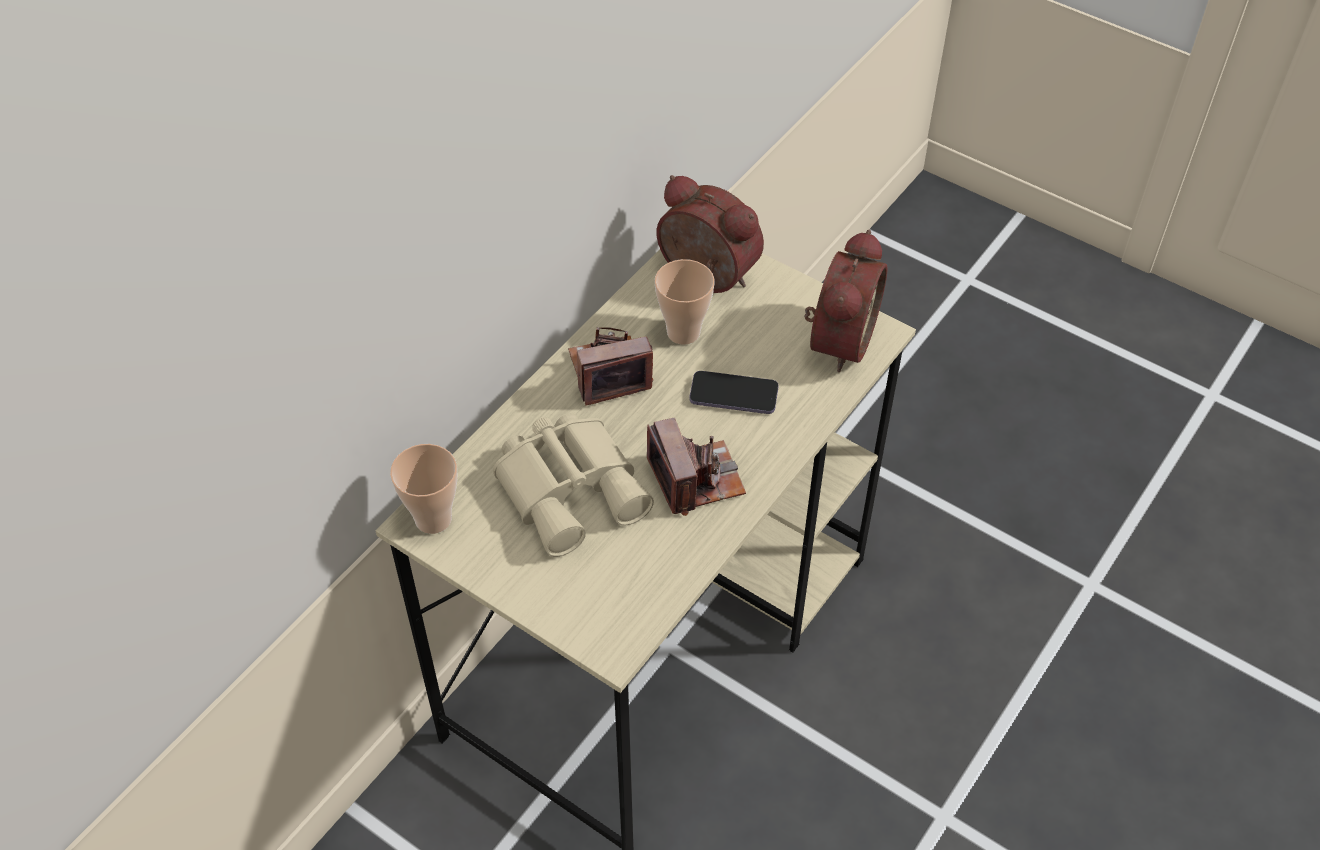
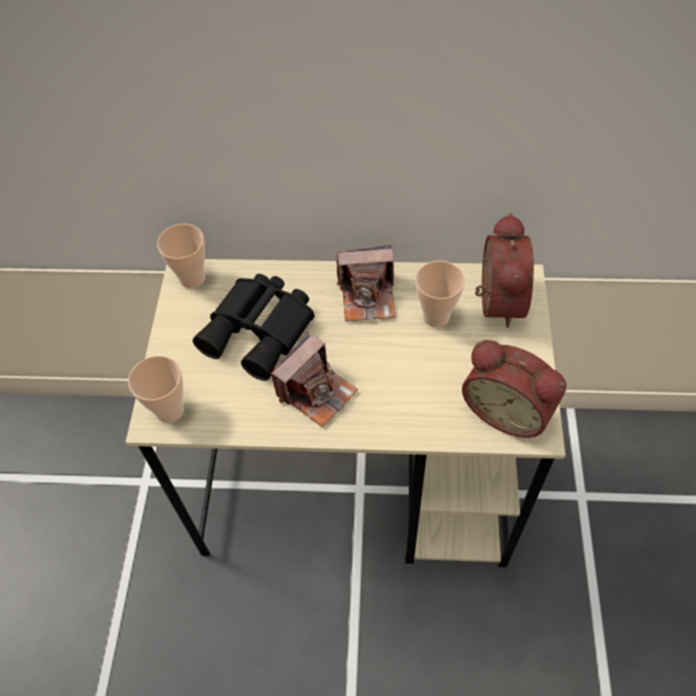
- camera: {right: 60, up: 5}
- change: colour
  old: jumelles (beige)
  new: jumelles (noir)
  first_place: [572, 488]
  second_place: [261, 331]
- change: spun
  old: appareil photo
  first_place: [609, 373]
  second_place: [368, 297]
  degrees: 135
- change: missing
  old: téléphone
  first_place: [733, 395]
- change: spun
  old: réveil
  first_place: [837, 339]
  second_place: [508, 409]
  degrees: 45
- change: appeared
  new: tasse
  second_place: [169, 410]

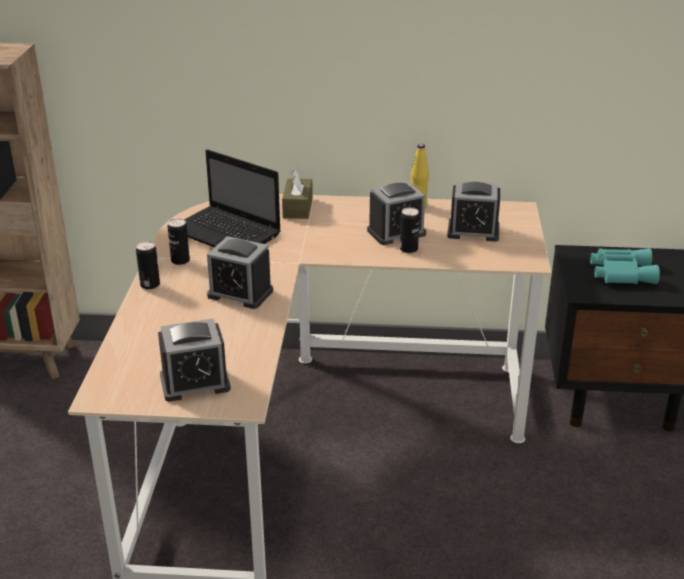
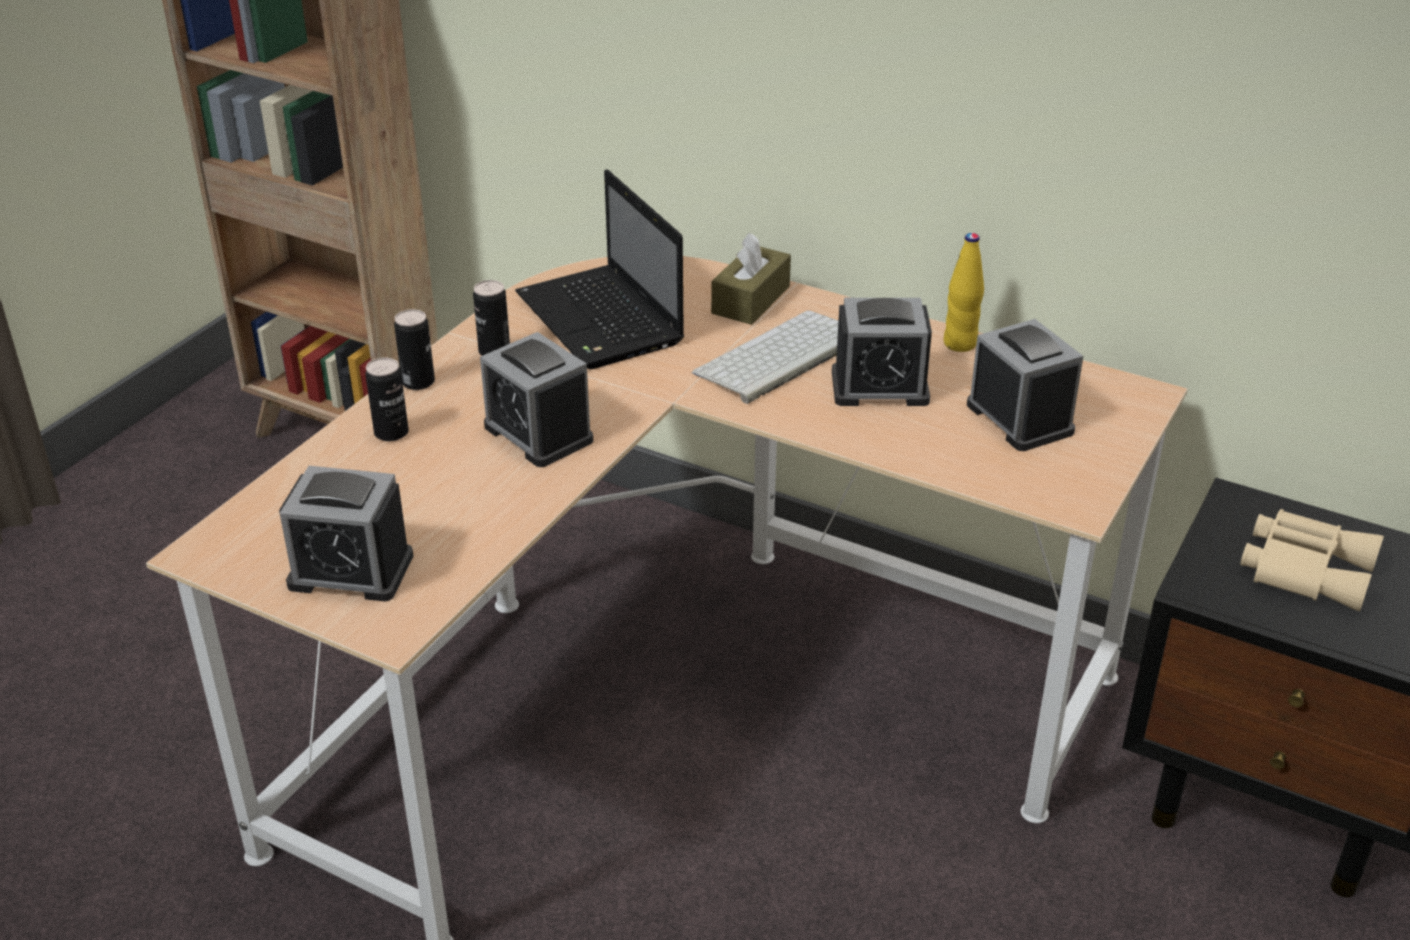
- camera: {right: 25, up: 5}
- change: relocated
  old: boîte métallique
  first_place: [408, 249]
  second_place: [391, 433]
- change: spun
  old: réveil
  first_place: [473, 231]
  second_place: [1019, 418]
  degrees: -150
- change: colour
  old: jumelles (turquoise)
  new: jumelles (beige)
  first_place: [620, 272]
  second_place: [1305, 567]
- change: appeared
  new: clavier
  second_place: [780, 358]

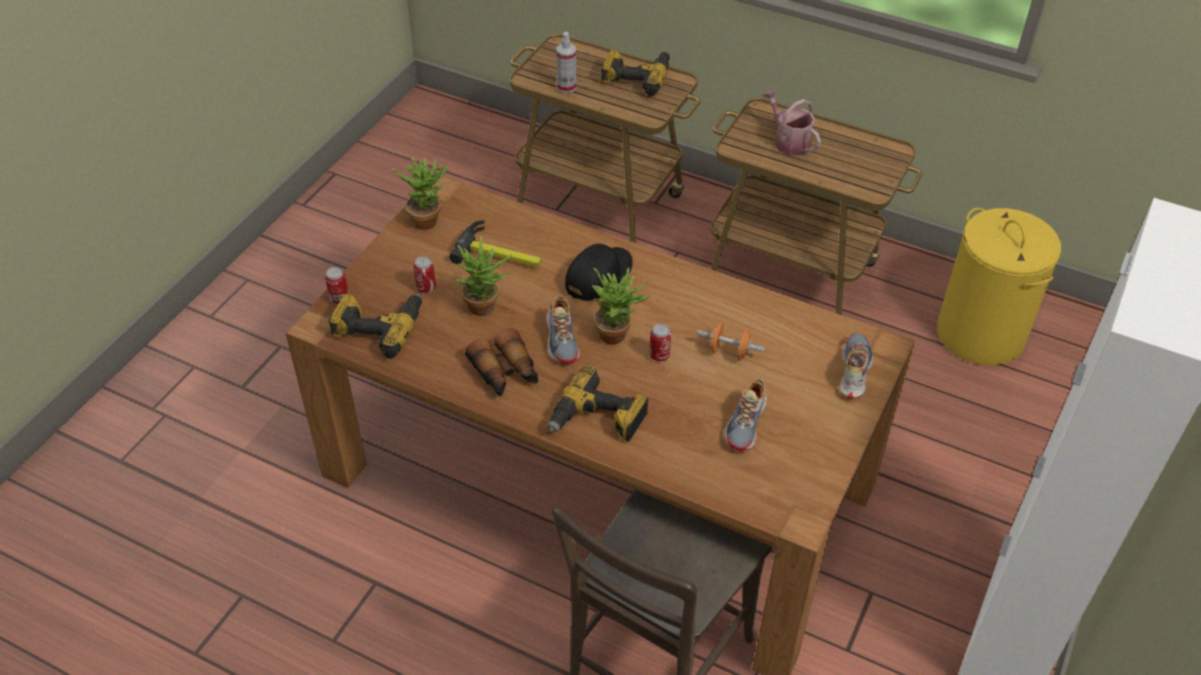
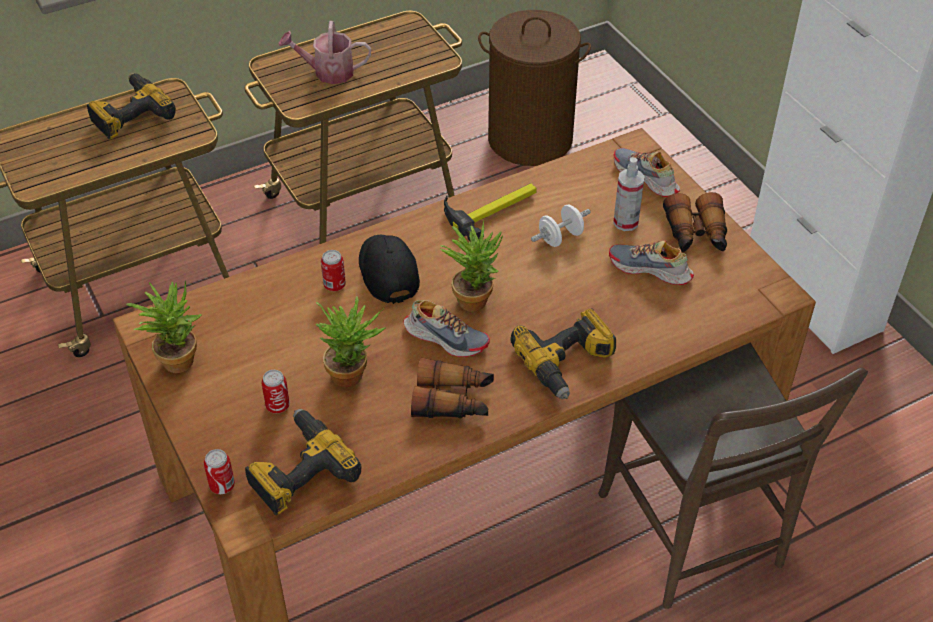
- camera: {right: -55, up: 0}
- change: relocated
  old: marteau
  first_place: [501, 254]
  second_place: [492, 210]
- change: relocated
  old: vaporisateur
  first_place: [566, 87]
  second_place: [625, 222]
- change: relocated
  old: boîte métallique
  first_place: [659, 355]
  second_place: [334, 285]
- change: colour
  old: haltère (orange)
  new: haltère (blanc)
  first_place: [729, 352]
  second_place: [560, 237]
- change: spun
  old: chaussure
  first_place: [746, 423]
  second_place: [650, 270]
  degrees: 150
- change: colour
  old: panier à linge (jaune)
  new: panier à linge (marron)
  first_place: [980, 333]
  second_place: [529, 139]
- change: appeared
  new: jumelles
  second_place: [696, 235]

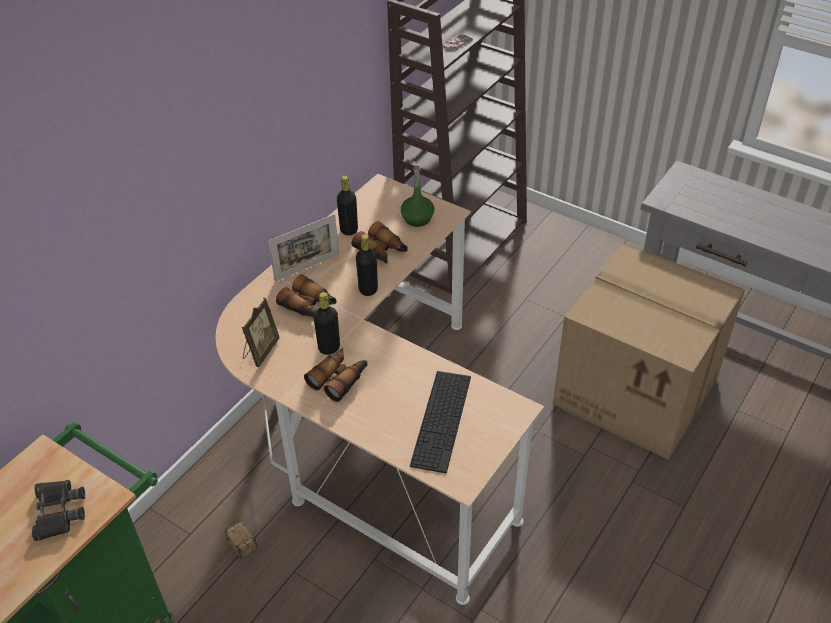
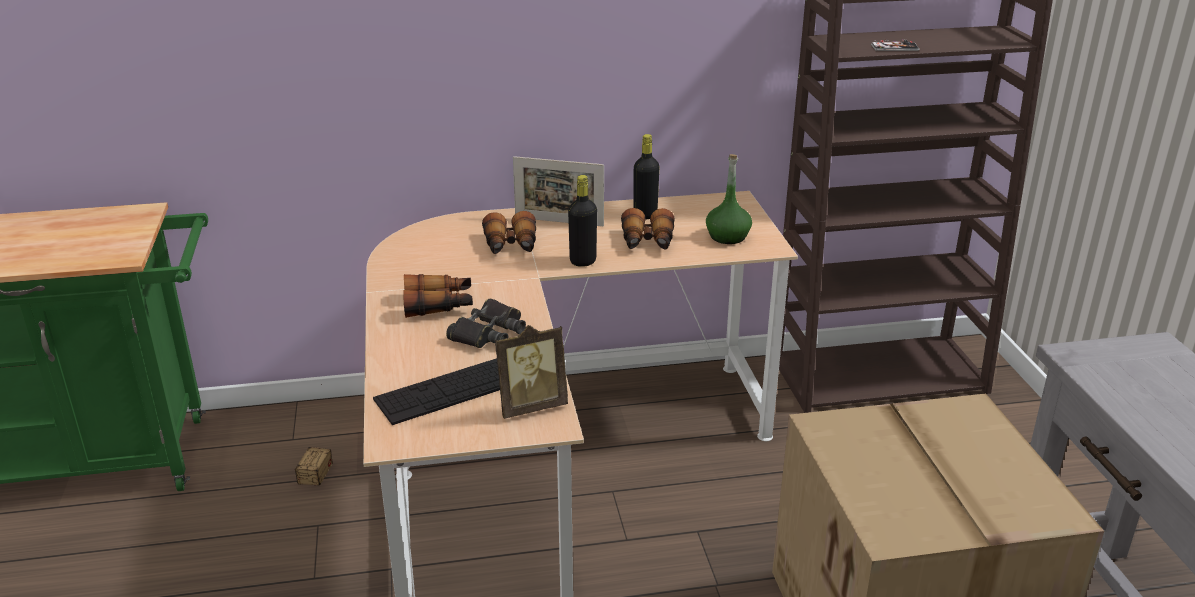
- camera: {right: 45, up: -15}
- change: relocated
  old: jumelles (noir)
  first_place: [58, 512]
  second_place: [489, 332]
- change: relocated
  old: cadre photo
  first_place: [260, 351]
  second_place: [531, 406]
- change: missing
  old: bouteille (noir)
  first_place: [329, 348]

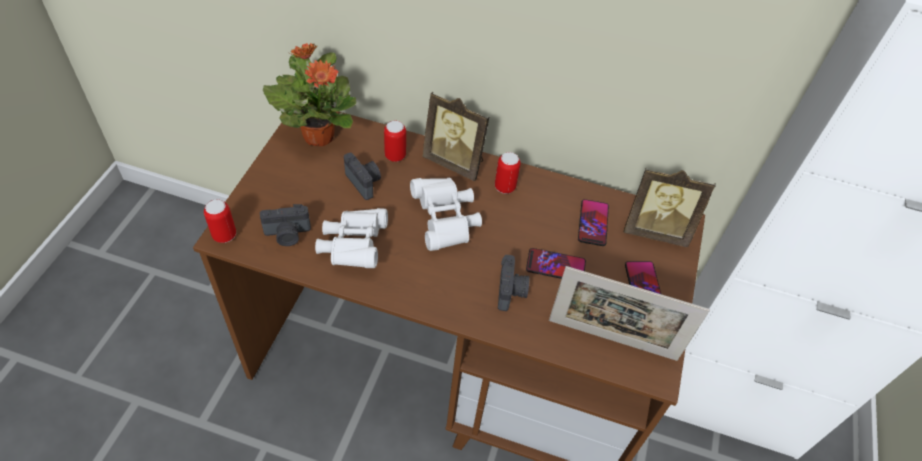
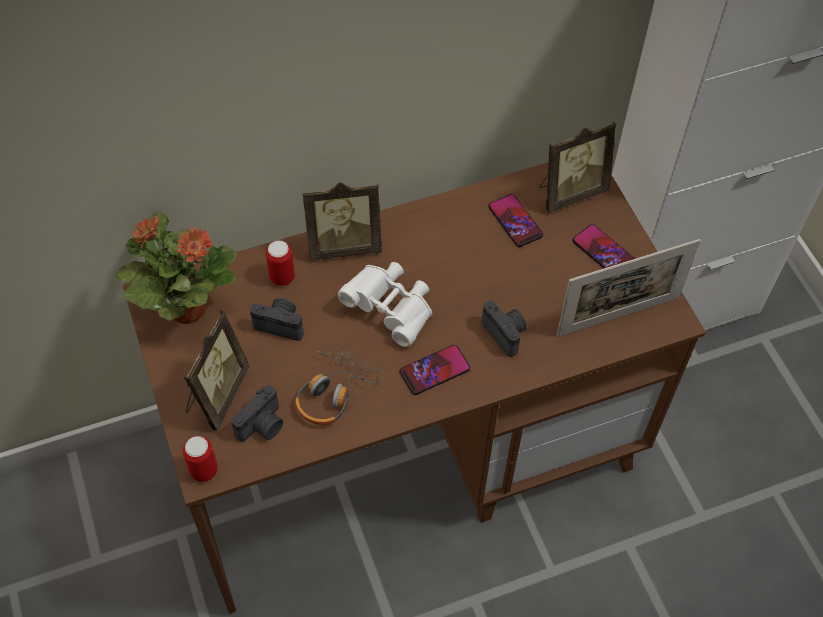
- camera: {right: -35, up: 5}
- change: exchanged
  old: jumelles (blanc)
  new: casque audio
  first_place: [353, 246]
  second_place: [334, 392]
- change: missing
  old: boîte métallique
  first_place: [505, 187]
- change: relocated
  old: téléphone
  first_place: [555, 266]
  second_place: [434, 370]
- change: appeared
  new: cadre photo
  second_place: [216, 394]

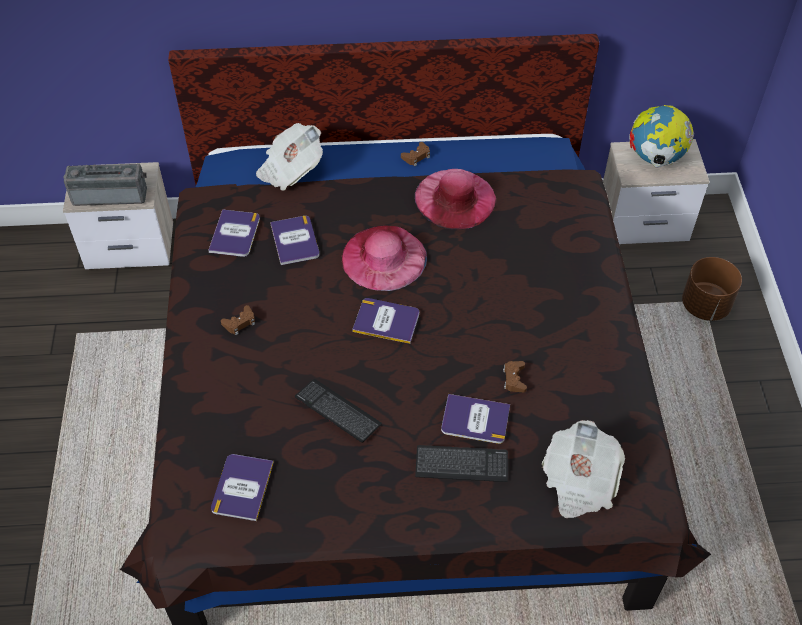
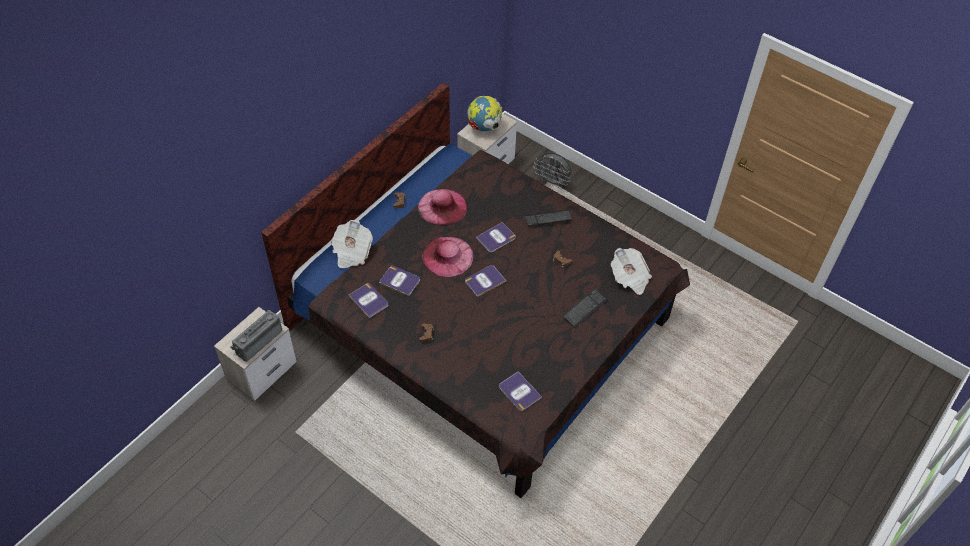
- camera: {right: -50, up: 0}
- change: relocated
  old: clavier
  first_place: [338, 411]
  second_place: [548, 218]
- change: relocated
  old: livre
  first_place: [475, 419]
  second_place: [496, 238]
- change: exchanged
  old: cache-pot (marron)
  new: ventilateur (gris)
  first_place: [705, 306]
  second_place: [552, 182]

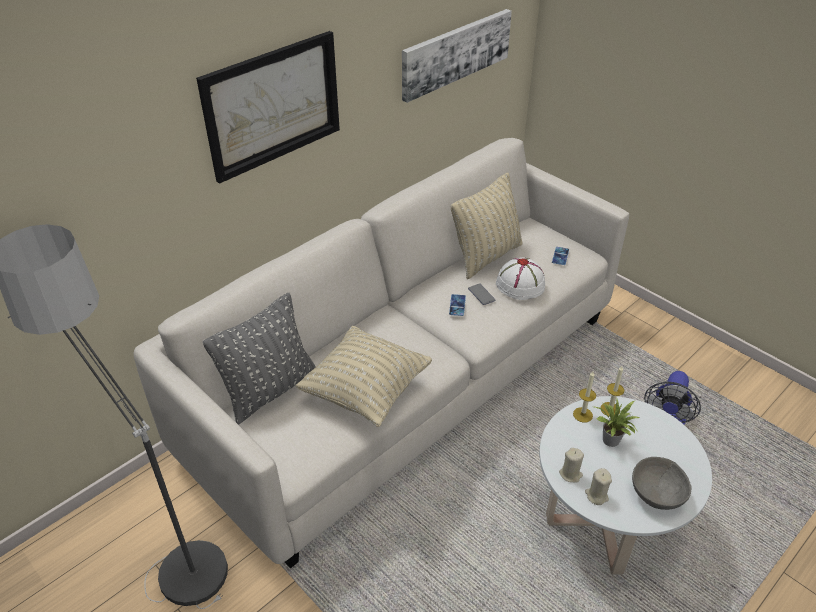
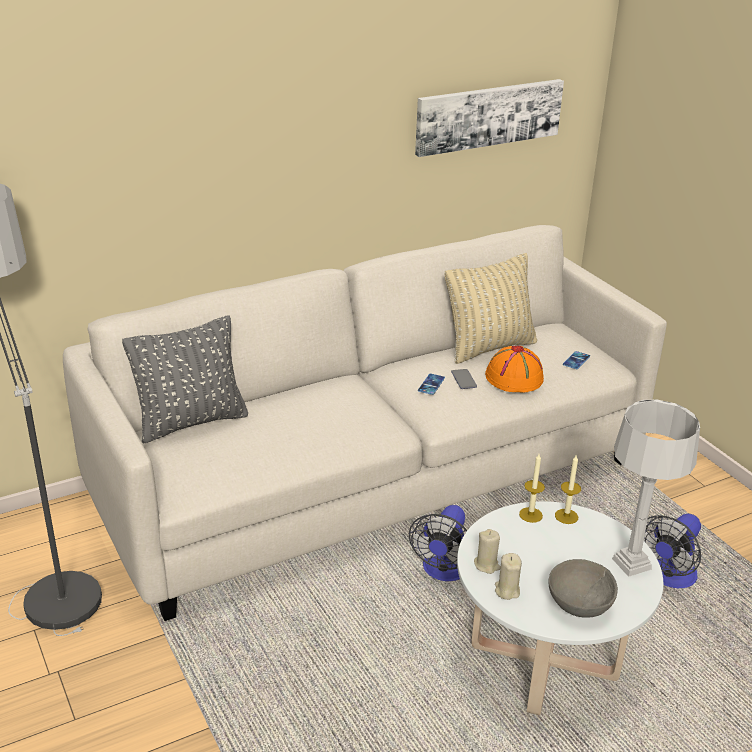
- camera: {right: 15, up: -10}
- change: missing
  old: tableau
  first_place: [273, 105]
- change: missing
  old: coussin (beige)
  first_place: [366, 392]
- change: colour
  old: chapeau (blanc)
  new: chapeau (orange)
  first_place: [521, 284]
  second_place: [514, 378]
- change: missing
  old: plante en pot
  first_place: [611, 442]
- change: appeared
  new: ventilateur
  second_place: [443, 571]
- change: appeared
  new: lampe de table (gris)
  second_place: [632, 564]

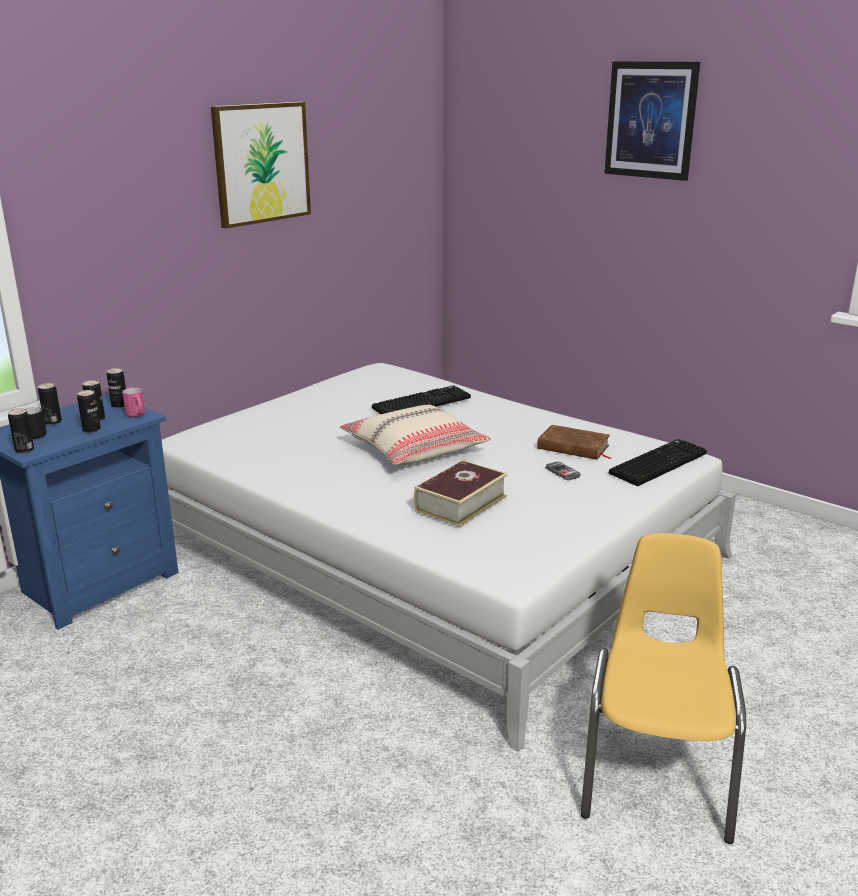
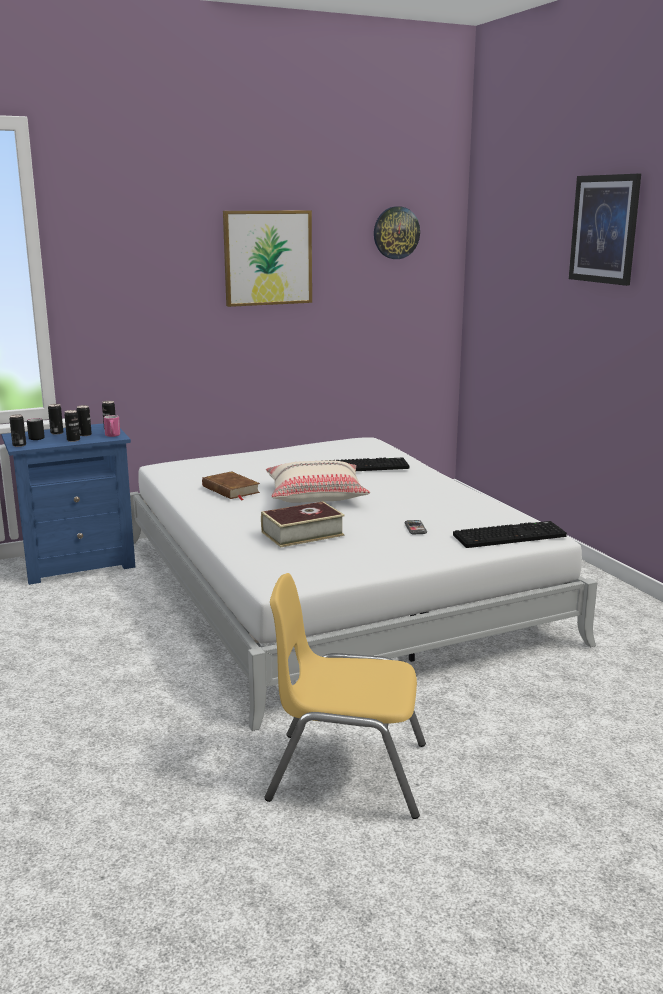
- camera: {right: 25, up: -5}
- change: relocated
  old: livre (marron)
  first_place: [573, 447]
  second_place: [230, 489]
- change: spun
  old: chaise (jaune)
  first_place: [657, 769]
  second_place: [347, 772]
  degrees: -120
- change: appeared
  new: horloge murale
  second_place: [396, 232]

